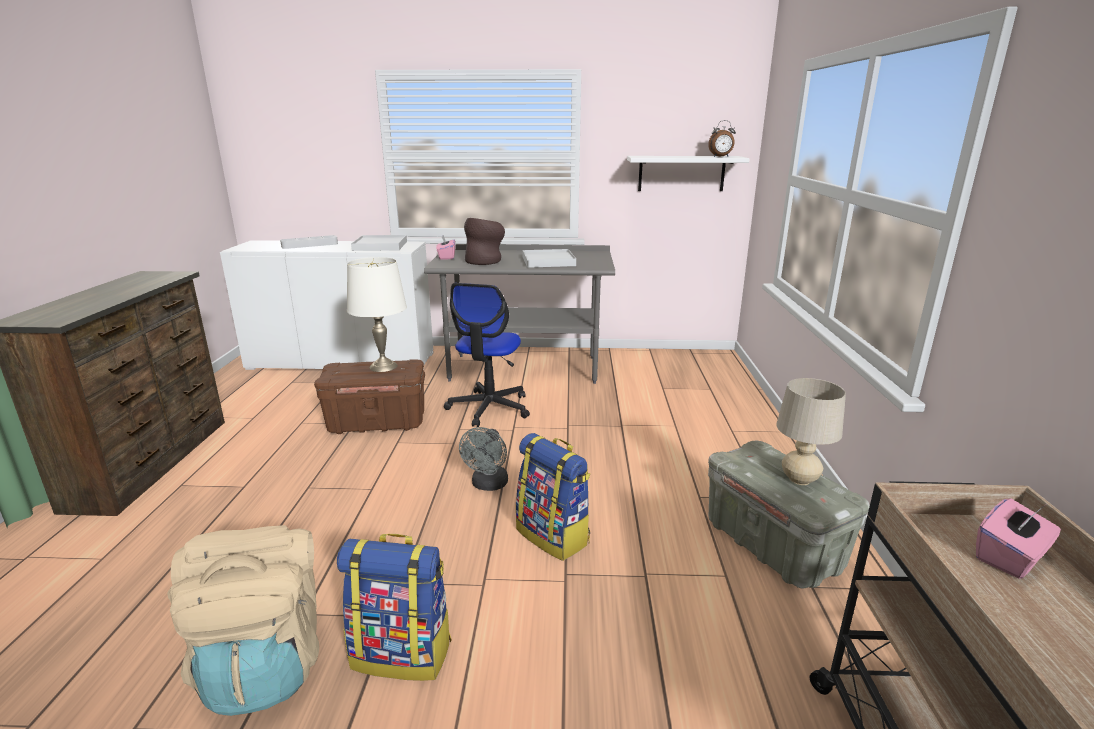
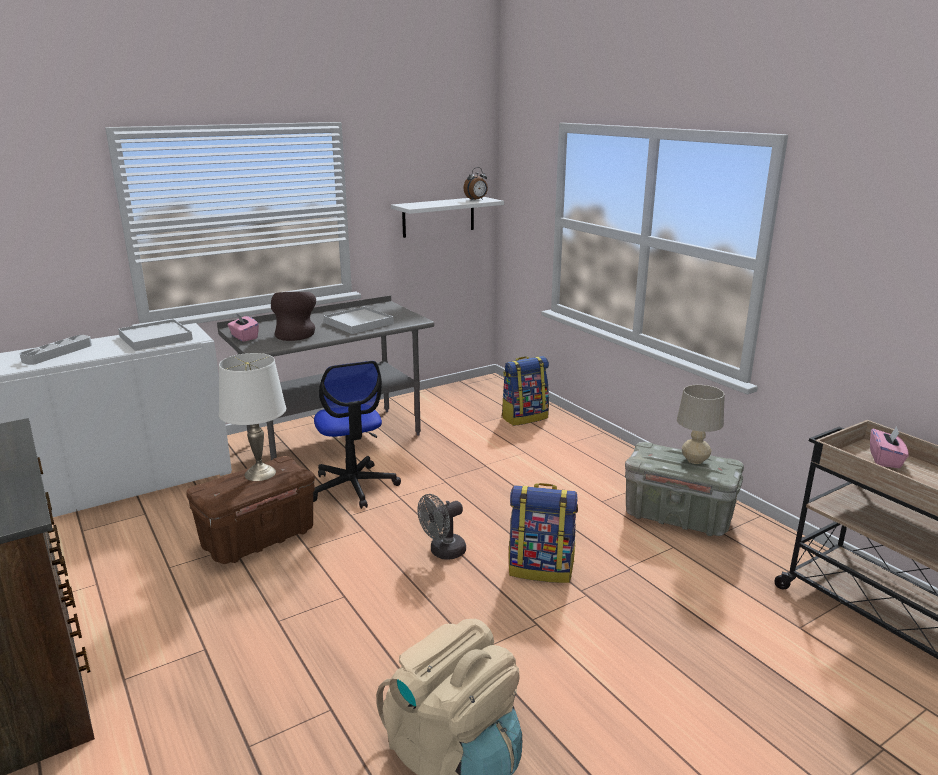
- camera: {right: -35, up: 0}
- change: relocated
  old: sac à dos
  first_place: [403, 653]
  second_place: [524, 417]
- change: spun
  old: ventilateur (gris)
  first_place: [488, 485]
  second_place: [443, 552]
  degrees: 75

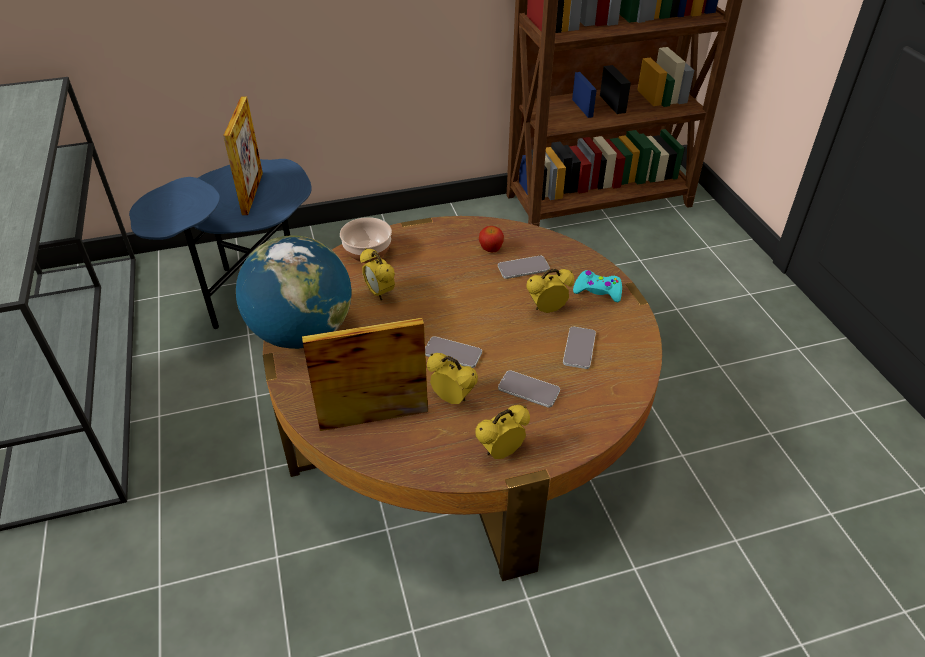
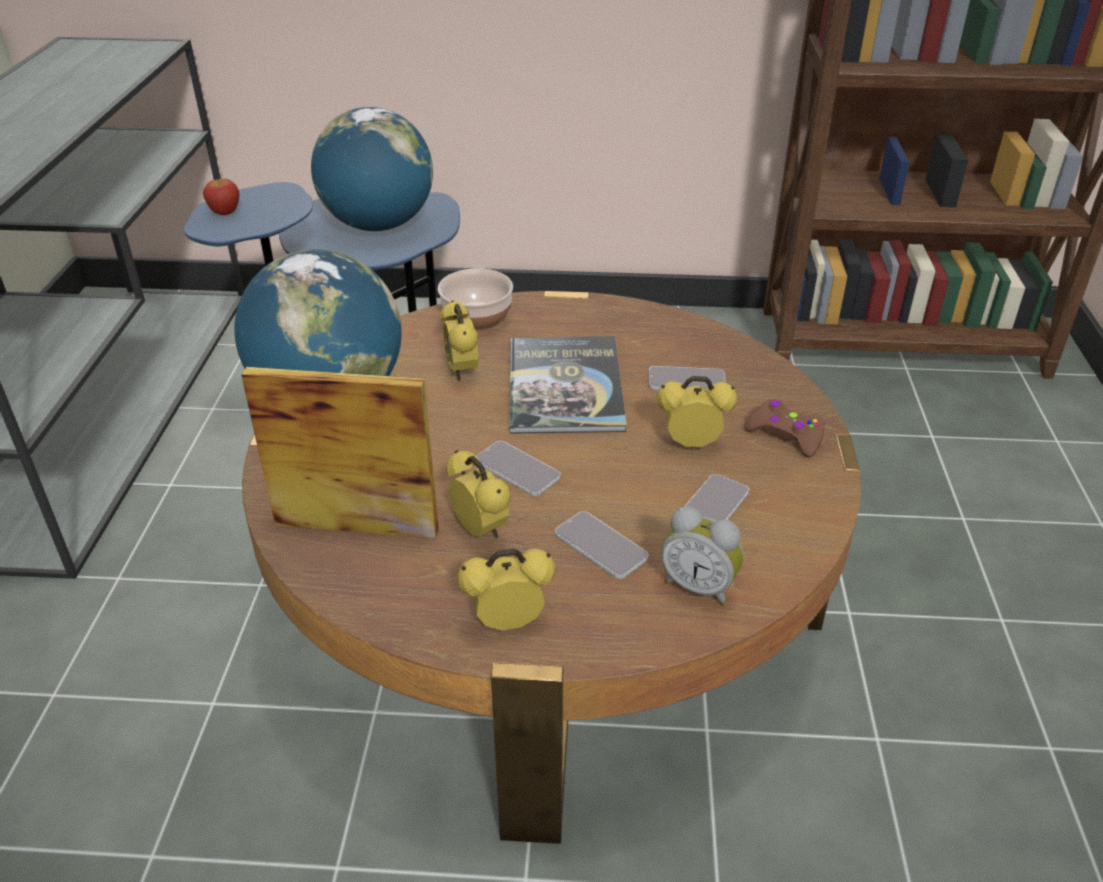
- camera: {right: 20, up: -5}
- change: exchanged
  old: cadre photo
  new: globe
  first_place: [252, 193]
  second_place: [378, 225]
- change: relocated
  old: pomme
  first_place: [490, 249]
  second_place: [225, 212]
- change: colour
  old: manette (turquoise)
  new: manette (marron)
  first_place: [597, 291]
  second_place: [785, 435]
- change: appeared
  new: livre
  second_place: [565, 386]
- change: appeared
  new: réveil
  second_place: [699, 586]

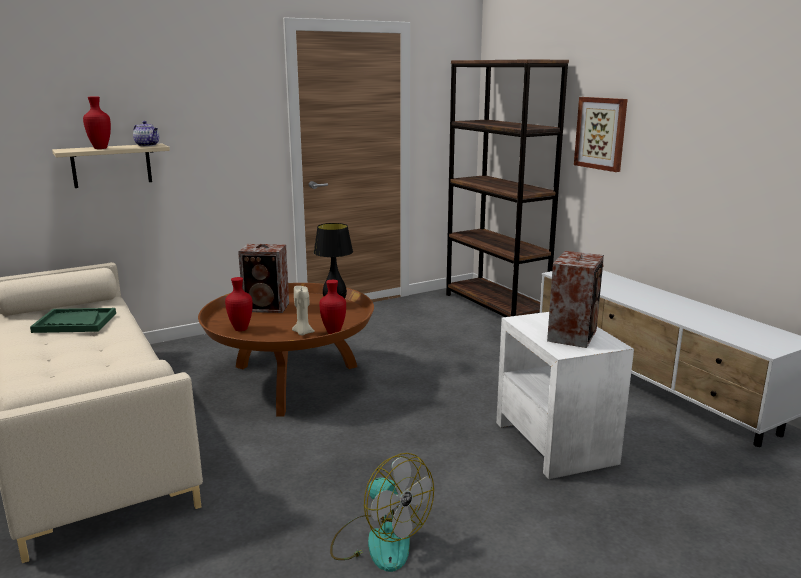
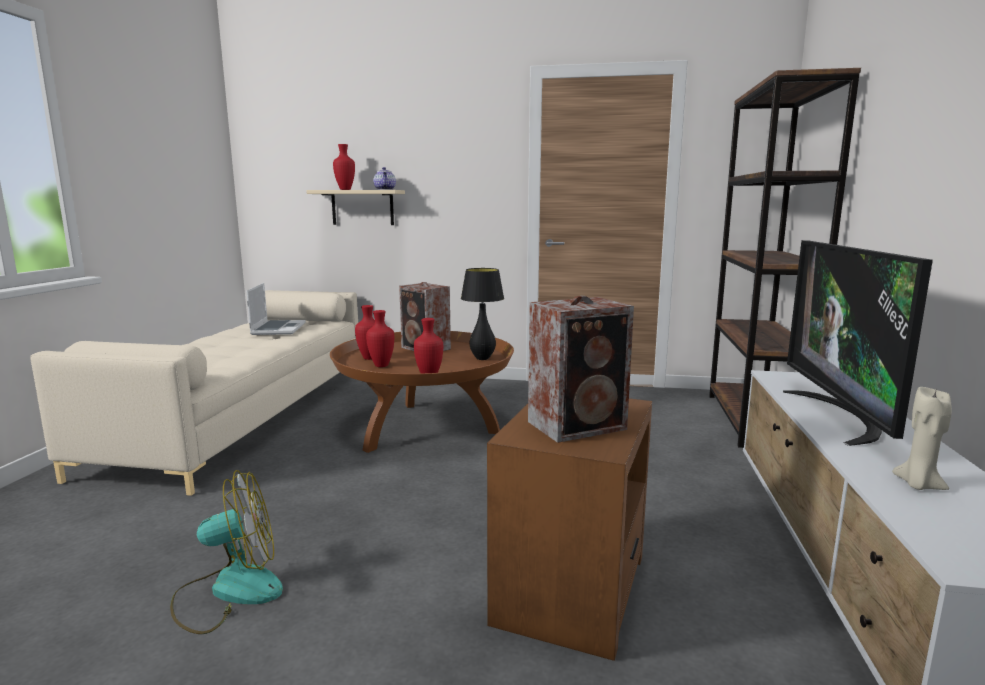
- camera: {right: 40, up: -5}
- change: exchanged
  old: plateau (vert)
  new: ordinateur portable
  first_place: [74, 322]
  second_place: [278, 329]
- change: relocated
  old: bougie (beige)
  first_place: [303, 333]
  second_place: [918, 485]
- change: spun
  old: ventilateur
  first_place: [379, 541]
  second_place: [229, 591]
  degrees: -105
- change: colour
  old: table d'appoint (blanc)
  new: table d'appoint (marron)
  first_place: [555, 441]
  second_place: [573, 587]
- change: missing
  old: tableau
  first_place: [601, 133]
- change: appeared
  new: vase (rouge)
  second_place: [381, 365]
- change: appeared
  new: téléviseur
  second_place: [841, 417]

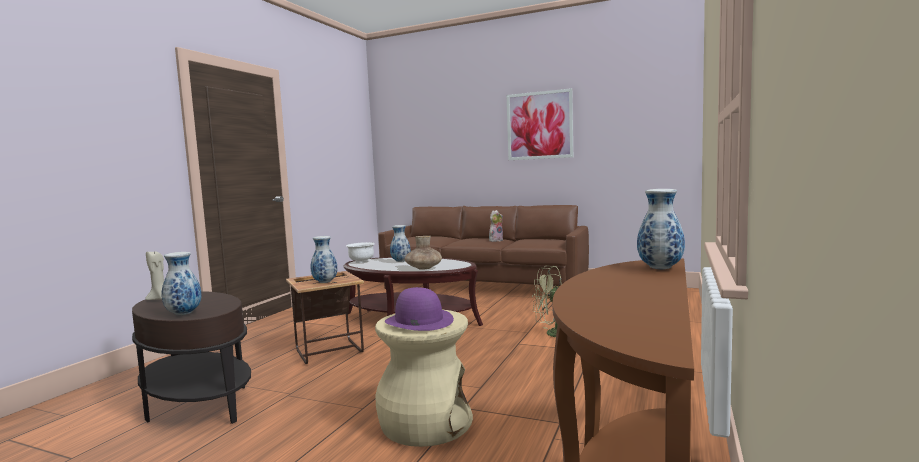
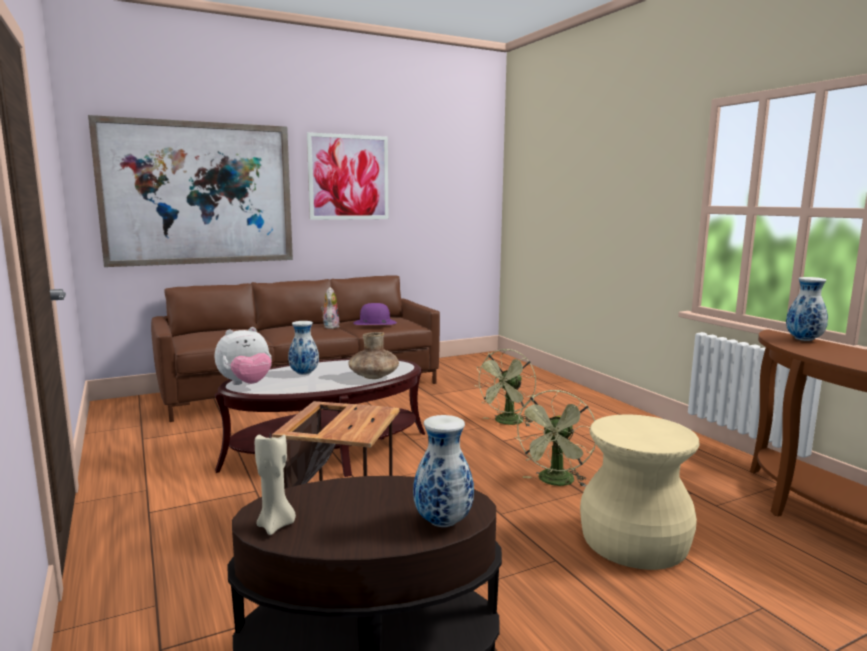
- camera: {right: -50, up: 5}
- change: missing
  old: vase
  first_place: [324, 282]
- change: exchanged
  old: bol (blanc)
  new: peluche
  first_place: [361, 261]
  second_place: [246, 384]
- change: relocated
  old: chapeau (violet)
  first_place: [418, 321]
  second_place: [374, 322]
- change: appeared
  new: tableau
  second_place: [198, 194]
- change: appeared
  new: ventilateur (vert)
  second_place: [555, 482]

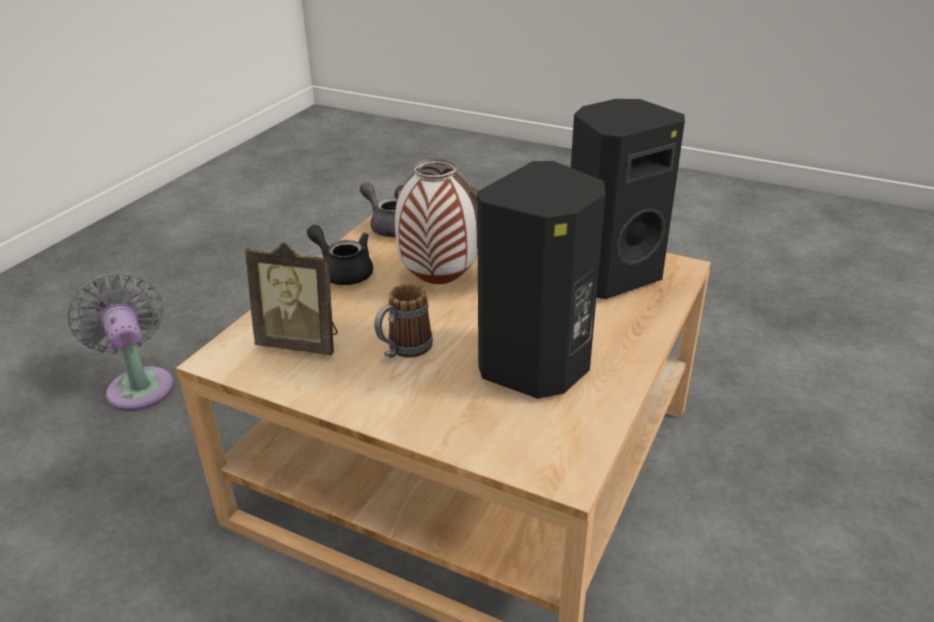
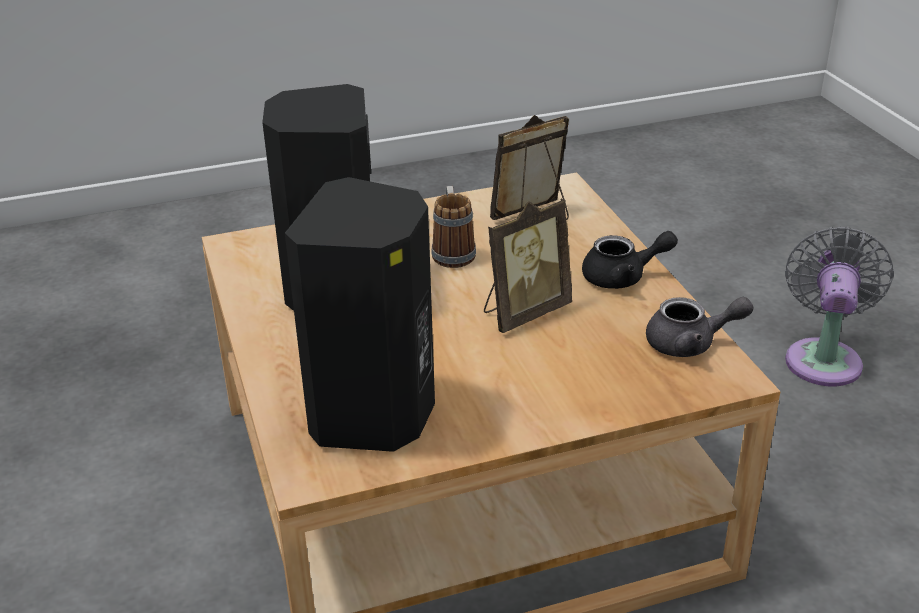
- camera: {right: 135, up: 0}
- change: spun
  old: ventilateur (gris)
  first_place: [139, 385]
  second_place: [823, 358]
  degrees: -90
- change: exchanged
  old: vase
  new: cadre photo
  first_place: [438, 283]
  second_place: [523, 312]

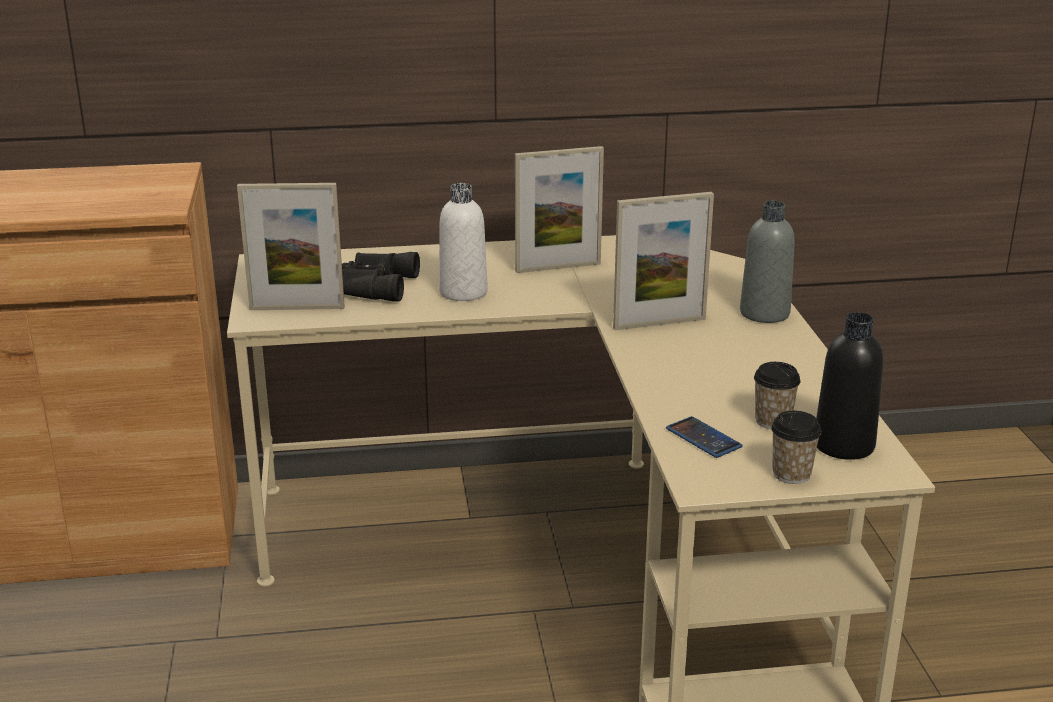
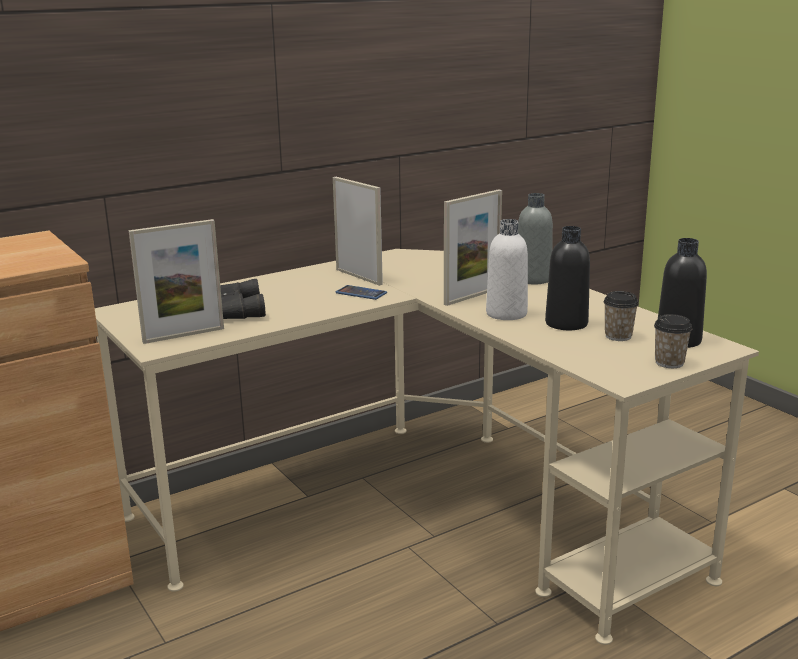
- camera: {right: -25, up: -5}
- change: relocated
  old: bouteille (blanc)
  first_place: [463, 292]
  second_place: [506, 314]
- change: spun
  old: cadre photo
  first_place: [558, 267]
  second_place: [358, 277]
  degrees: -90
- change: relocated
  old: téléphone
  first_place: [703, 438]
  second_place: [361, 293]
- change: appeared
  new: bouteille (noir)
  second_place: [566, 323]

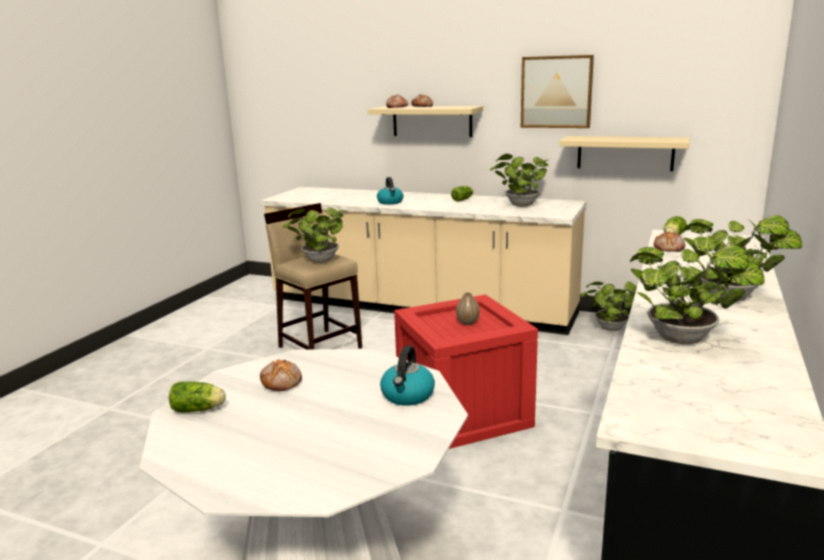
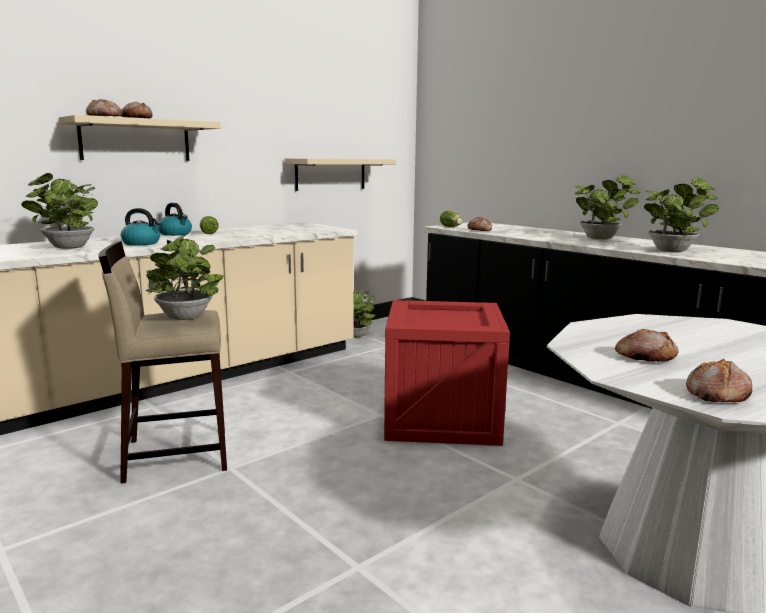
- camera: {right: -65, up: -5}
- change: exchanged
  old: laitue
  new: pain
  first_place: [199, 409]
  second_place: [715, 394]
- change: relocated
  old: bouilloire
  first_place: [407, 395]
  second_place: [176, 234]
- change: missing
  old: vase
  first_place: [467, 322]
- change: relocated
  old: plante en pot
  first_place: [519, 205]
  second_place: [67, 248]
- change: missing
  old: tableau
  first_place: [556, 92]

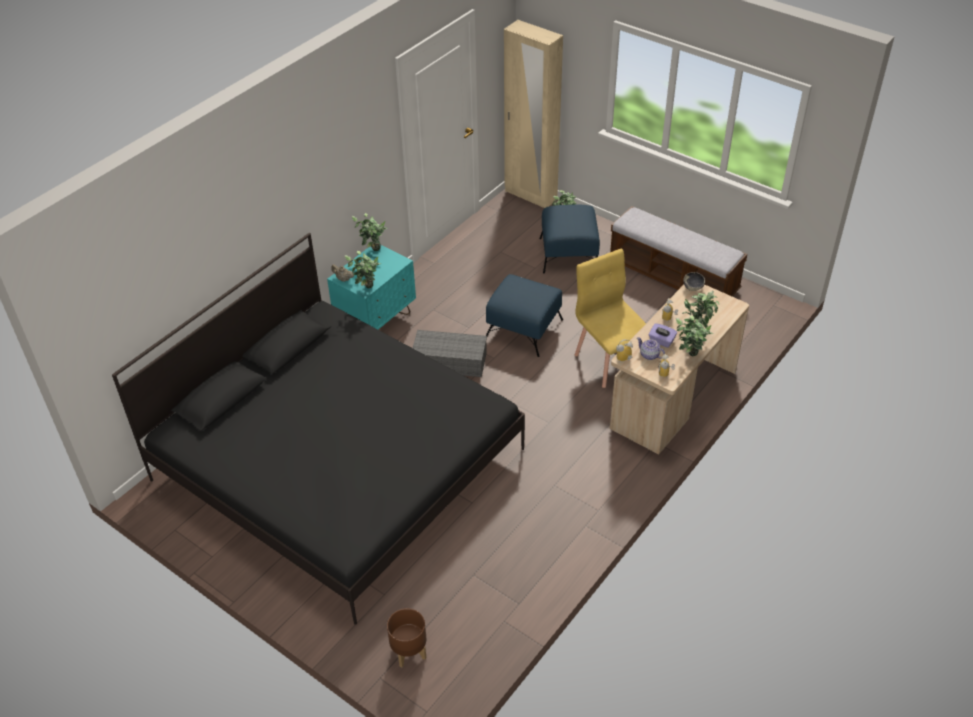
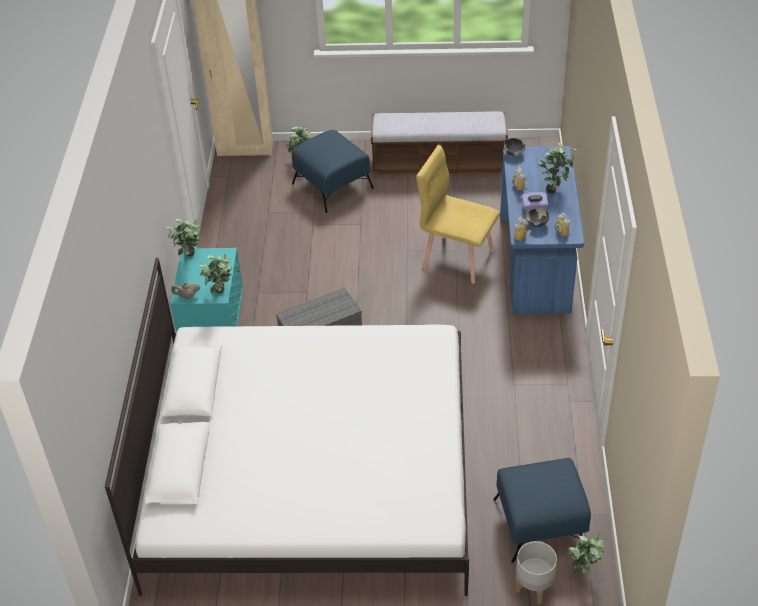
- camera: {right: -35, up: 0}
- change: colour
  old: lit (noir)
  new: lit (blanc)
  first_place: [339, 464]
  second_place: [311, 473]
- change: colour
  old: cache-pot (marron)
  new: cache-pot (gris)
  first_place: [408, 652]
  second_place: [534, 588]
- change: relocated
  old: pouf (bleu)
  first_place: [523, 328]
  second_place: [539, 523]
- change: colour
  old: bureau (beige)
  new: bureau (bleu)
  first_place: [672, 399]
  second_place: [537, 264]
- change: exchanged
  old: théière
  new: bol
  first_place: [649, 355]
  second_place: [537, 224]
- change: relocated
  old: plante en pot
  first_place: [689, 357]
  second_place: [583, 573]

